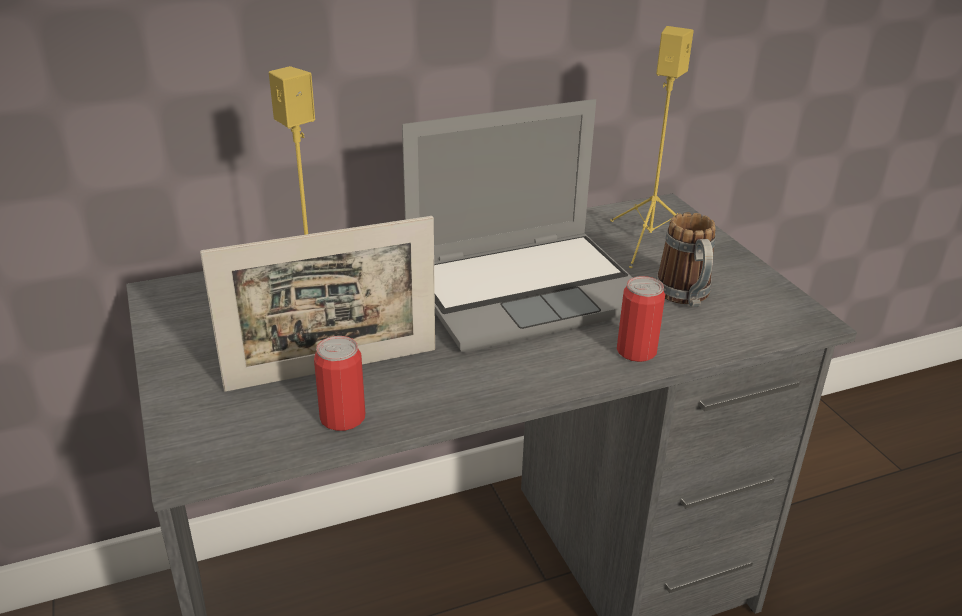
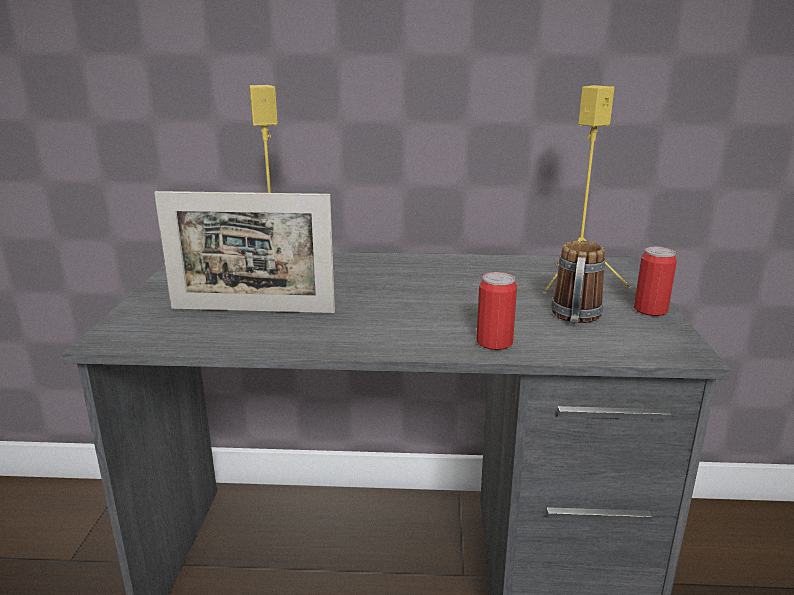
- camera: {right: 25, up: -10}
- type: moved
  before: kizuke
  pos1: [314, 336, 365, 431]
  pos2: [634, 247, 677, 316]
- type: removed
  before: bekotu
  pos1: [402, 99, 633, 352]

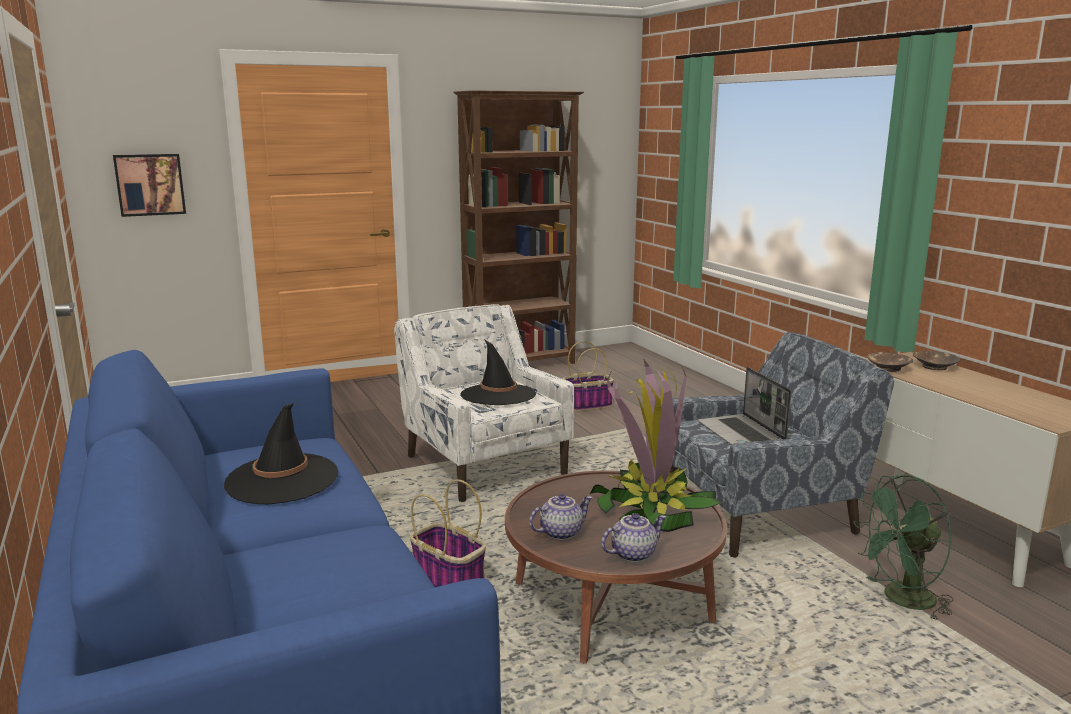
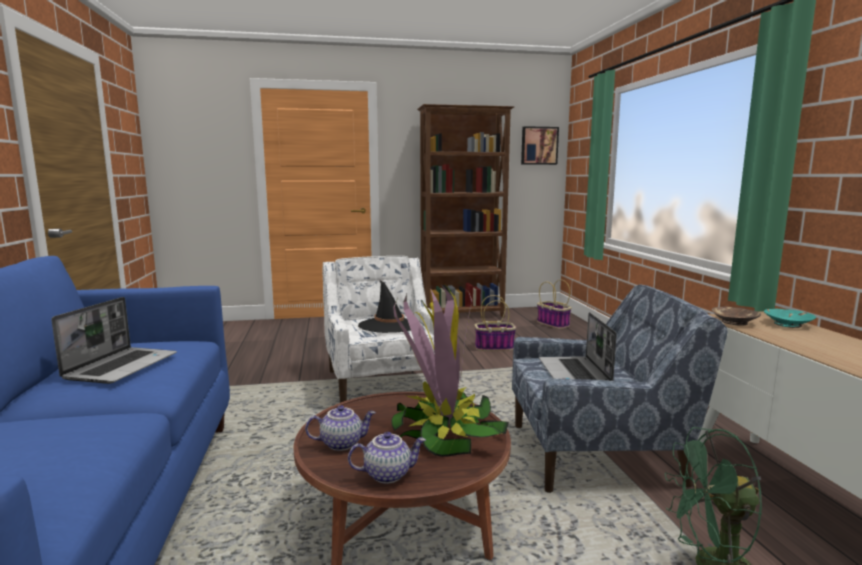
- camera: {right: 15, up: -5}
- type: replaced
  before: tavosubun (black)
  after: bekotu
  pos1: [224, 403, 338, 504]
  pos2: [51, 297, 177, 384]
- type: moved
  before: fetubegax
  pos1: [113, 154, 186, 217]
  pos2: [521, 126, 559, 165]
- type: moved
  before: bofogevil
  pos1: [410, 479, 486, 587]
  pos2: [537, 279, 572, 329]
- type: recoloured
  before: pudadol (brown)
  after: pudadol (turquoise)
  pos1: [913, 351, 960, 370]
  pos2: [764, 309, 816, 328]

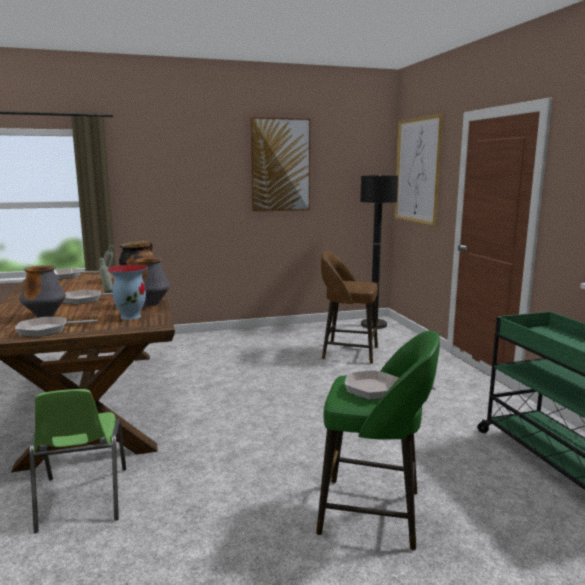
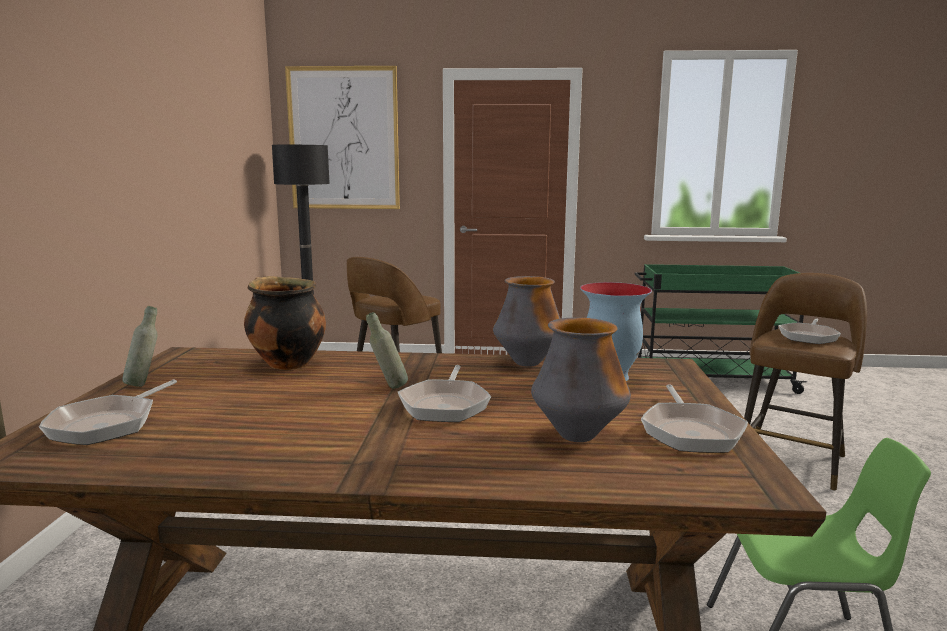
- camera: {right: -70, up: 0}
- type: recoloured
  before: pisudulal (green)
  after: pisudulal (brown)
  pos1: [316, 331, 440, 551]
  pos2: [744, 273, 867, 491]
- type: removed
  before: fetubegax
  pos1: [250, 117, 310, 212]

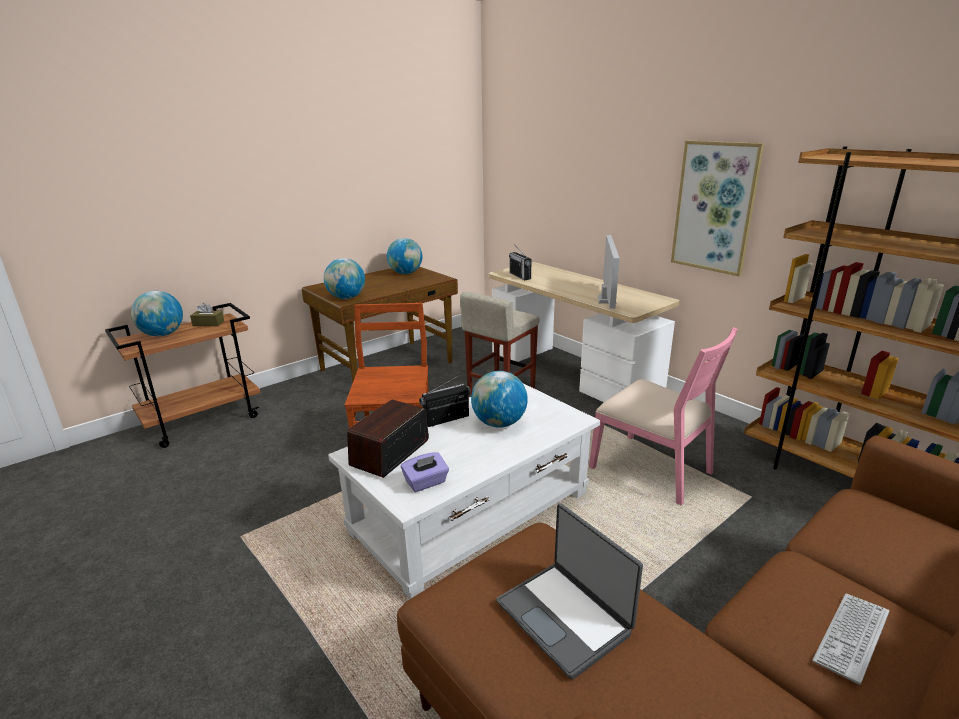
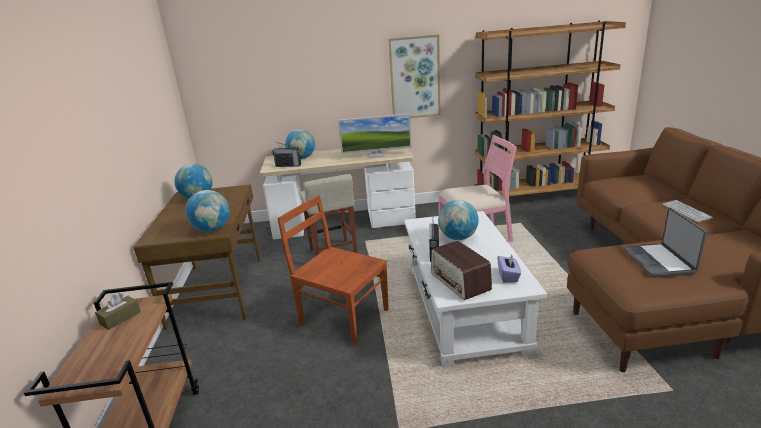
- camera: {right: -55, up: 0}
- type: moved
  before: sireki
  pos1: [131, 291, 183, 336]
  pos2: [285, 129, 315, 159]
- type: turned
  before: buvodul
  pos1: [598, 235, 620, 309]
  pos2: [338, 113, 412, 158]
  turn: 135
- type: turned
  before: bekotu
  pos1: [496, 503, 643, 680]
  pos2: [623, 207, 707, 278]
  turn: 90

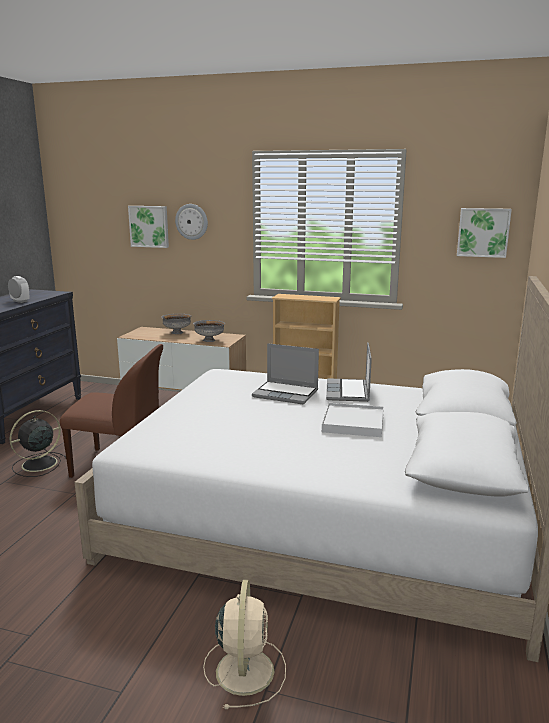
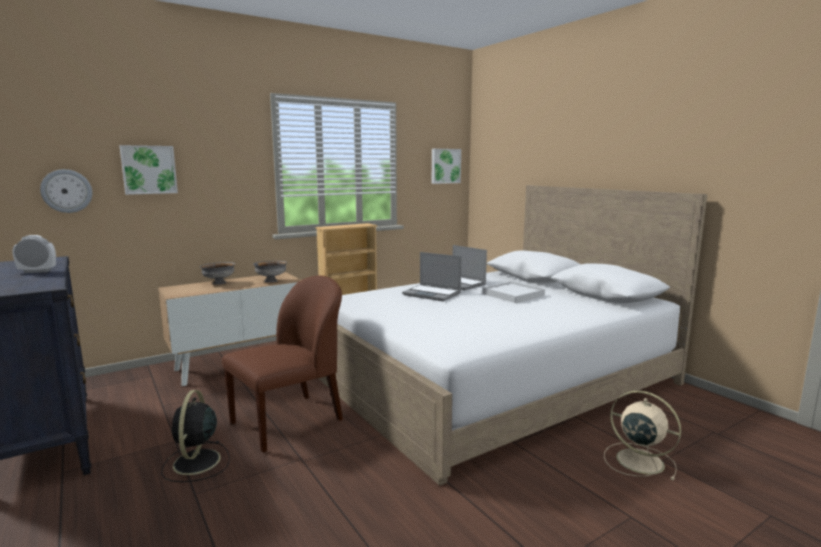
- camera: {right: -50, up: -5}
- type: moved
  before: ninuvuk
  pos1: [175, 204, 208, 240]
  pos2: [40, 169, 92, 213]
- type: turned
  before: bekotu
  pos1: [252, 343, 319, 404]
  pos2: [402, 252, 462, 301]
  turn: 60

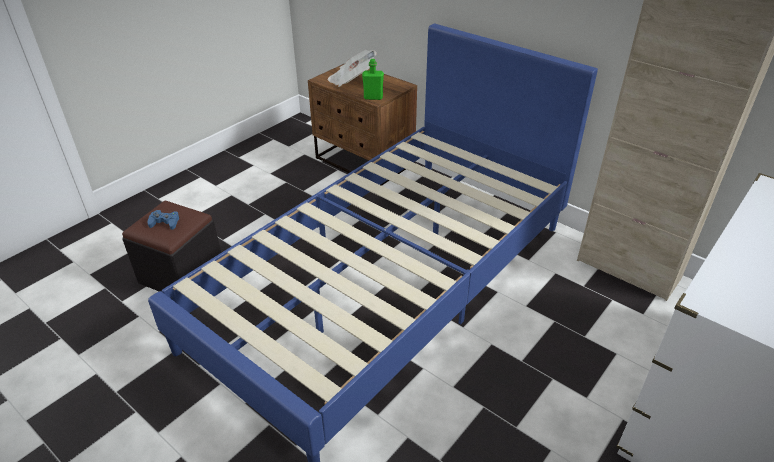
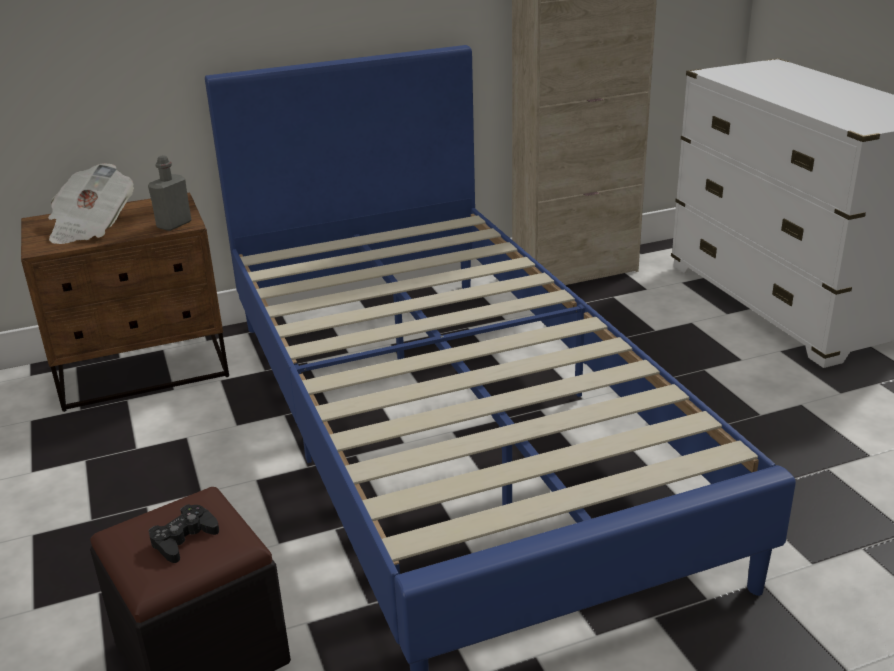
- camera: {right: -60, up: -10}
- type: recoloured
  before: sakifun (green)
  after: sakifun (grey)
  pos1: [362, 59, 384, 100]
  pos2: [148, 155, 192, 231]
- type: recoloured
  before: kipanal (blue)
  after: kipanal (black)
  pos1: [147, 210, 179, 230]
  pos2: [149, 504, 219, 563]

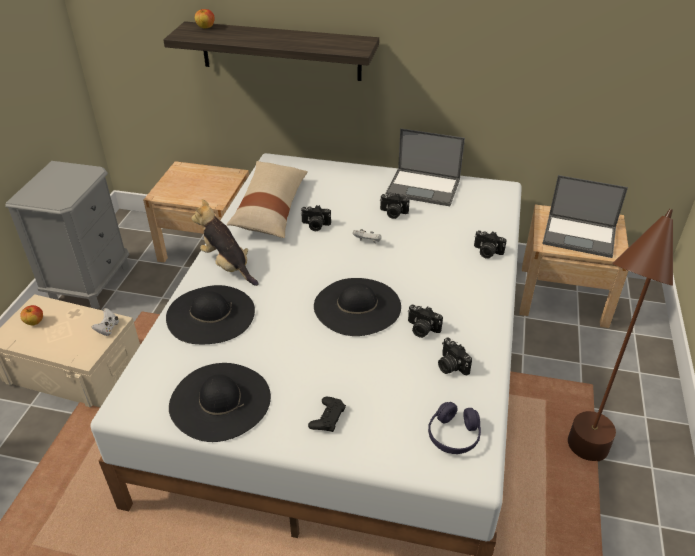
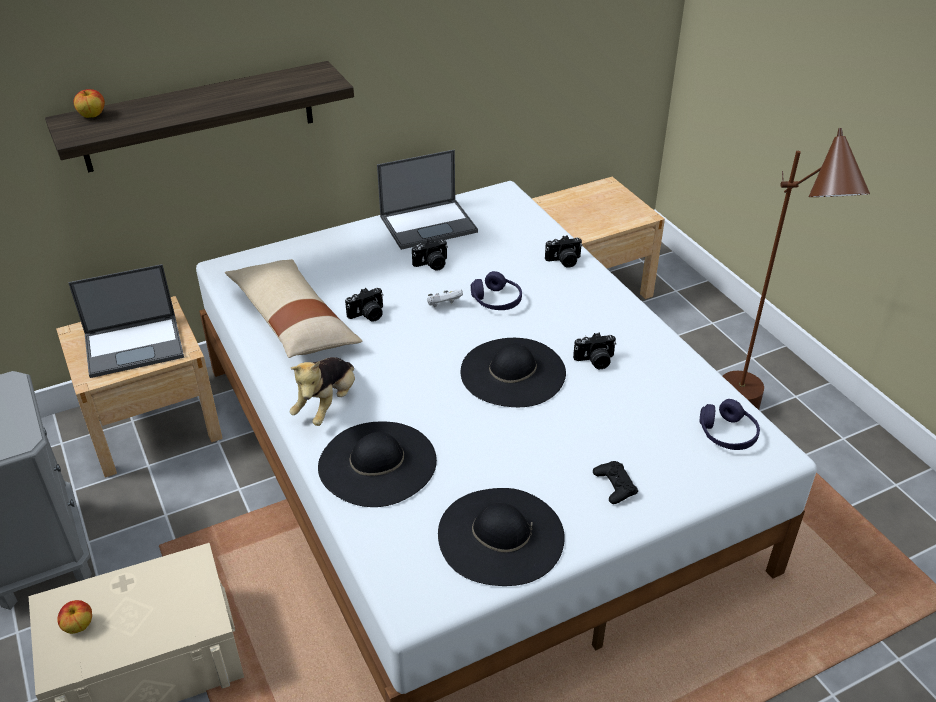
- camera: {right: -40, up: 0}
- type: moved
  before: bekotu
  pos1: [542, 175, 628, 258]
  pos2: [68, 264, 184, 378]
- type: turned
  before: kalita
  pos1: [191, 199, 259, 286]
  pos2: [290, 357, 355, 426]
  turn: -75
- type: added
  after: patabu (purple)
  pos2: [471, 271, 522, 310]
- type: removed
  before: kipanal (white)
  pos1: [91, 308, 119, 336]
- type: removed
  before: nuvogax
  pos1: [438, 338, 472, 376]

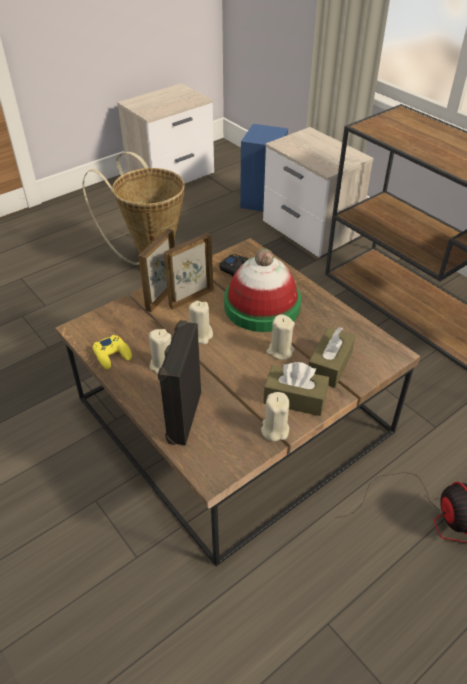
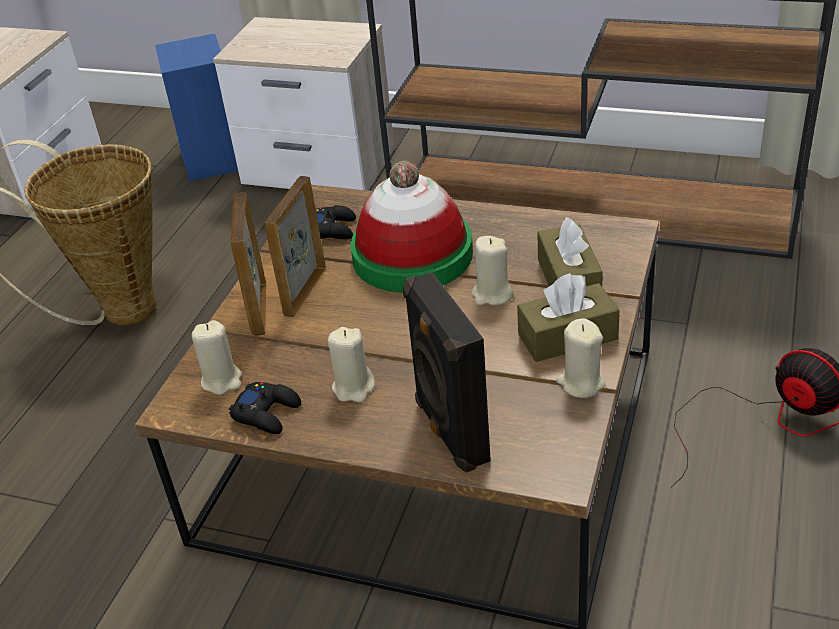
- camera: {right: -30, up: -5}
- type: moved
  before: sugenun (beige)
  pos1: [189, 301, 213, 344]
  pos2: [192, 320, 242, 395]
- type: recoloured
  before: kipanal (yellow)
  after: kipanal (black)
  pos1: [93, 335, 132, 369]
  pos2: [229, 382, 301, 434]

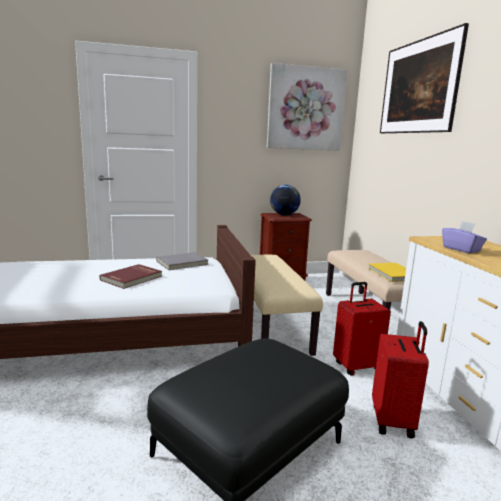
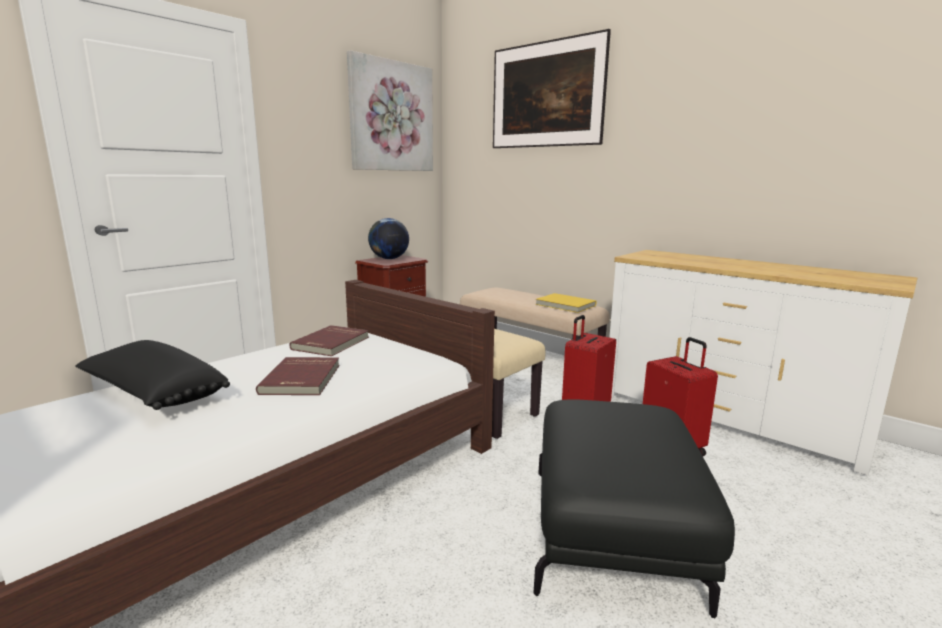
- camera: {right: -35, up: 0}
- type: added
  after: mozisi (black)
  pos2: [75, 340, 230, 410]
- type: recoloured
  before: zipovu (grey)
  after: zipovu (red)
  pos1: [156, 252, 208, 270]
  pos2: [290, 325, 369, 356]
- type: removed
  before: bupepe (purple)
  pos1: [442, 221, 487, 253]

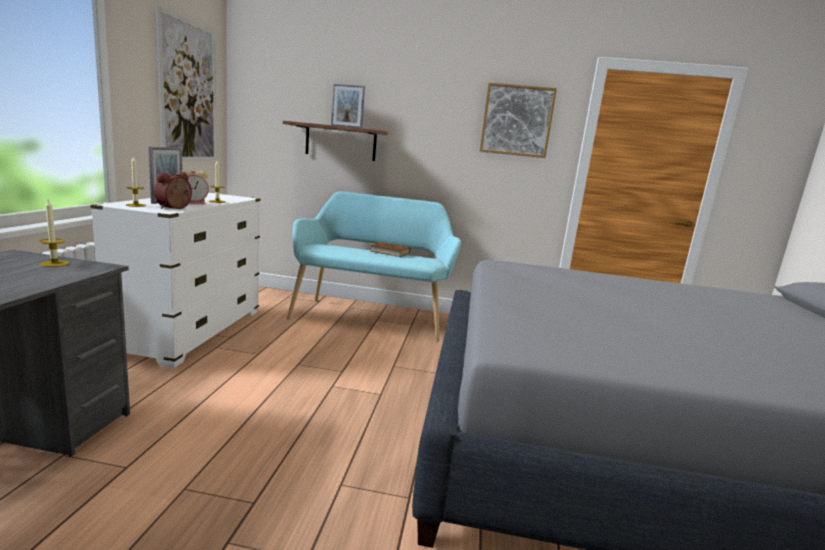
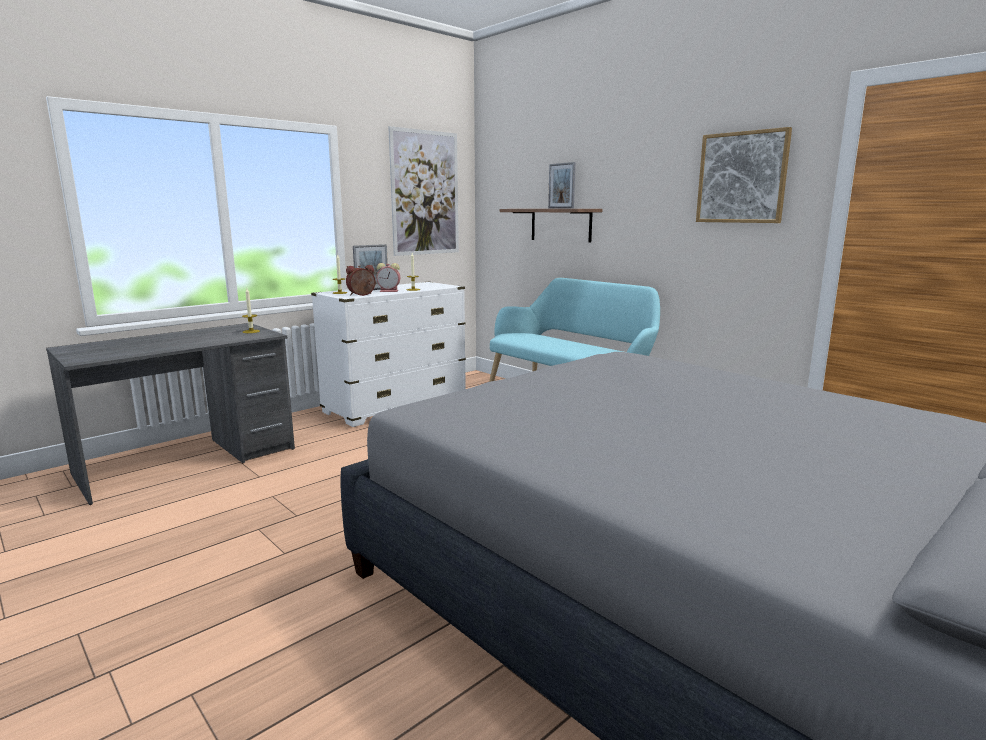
- camera: {right: 40, up: 0}
- type: removed
  before: zipovu (brown)
  pos1: [371, 242, 410, 257]

